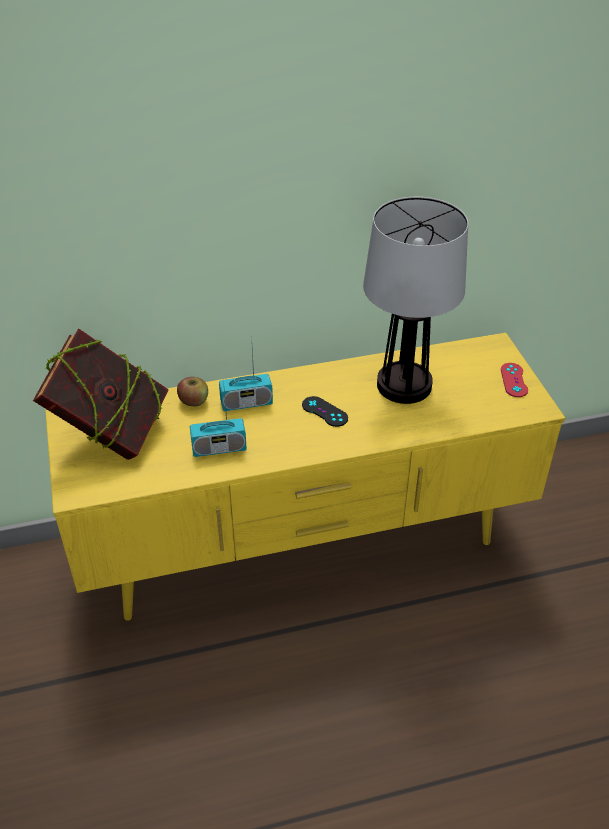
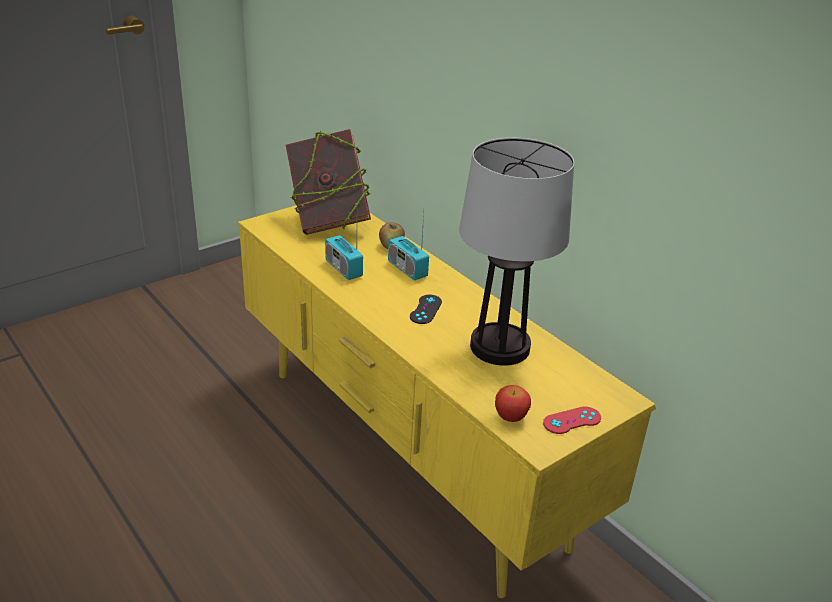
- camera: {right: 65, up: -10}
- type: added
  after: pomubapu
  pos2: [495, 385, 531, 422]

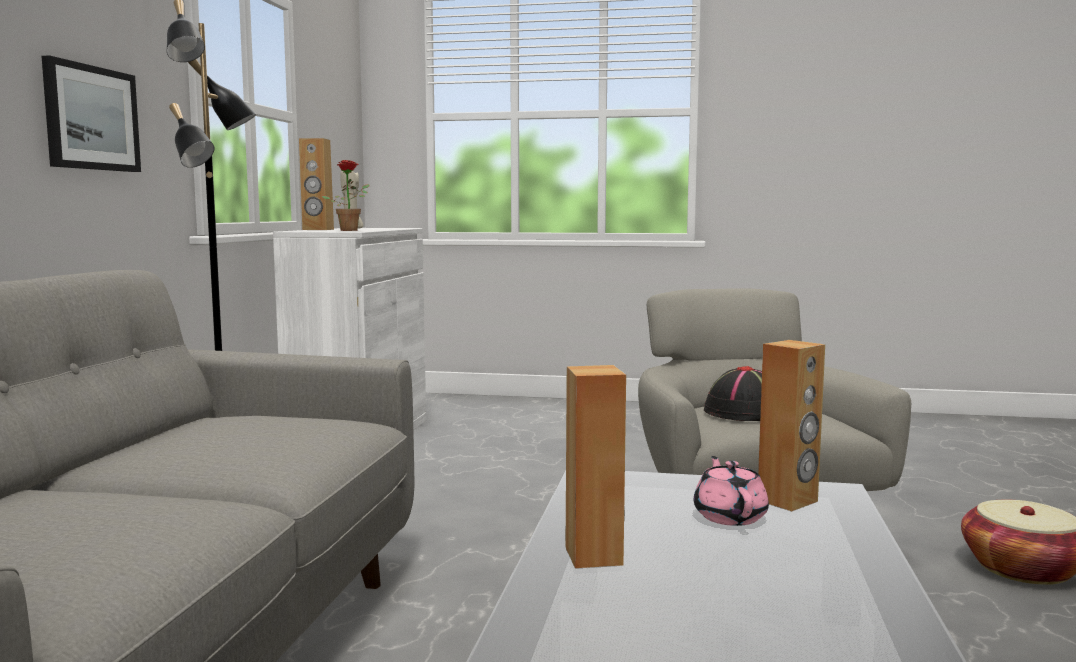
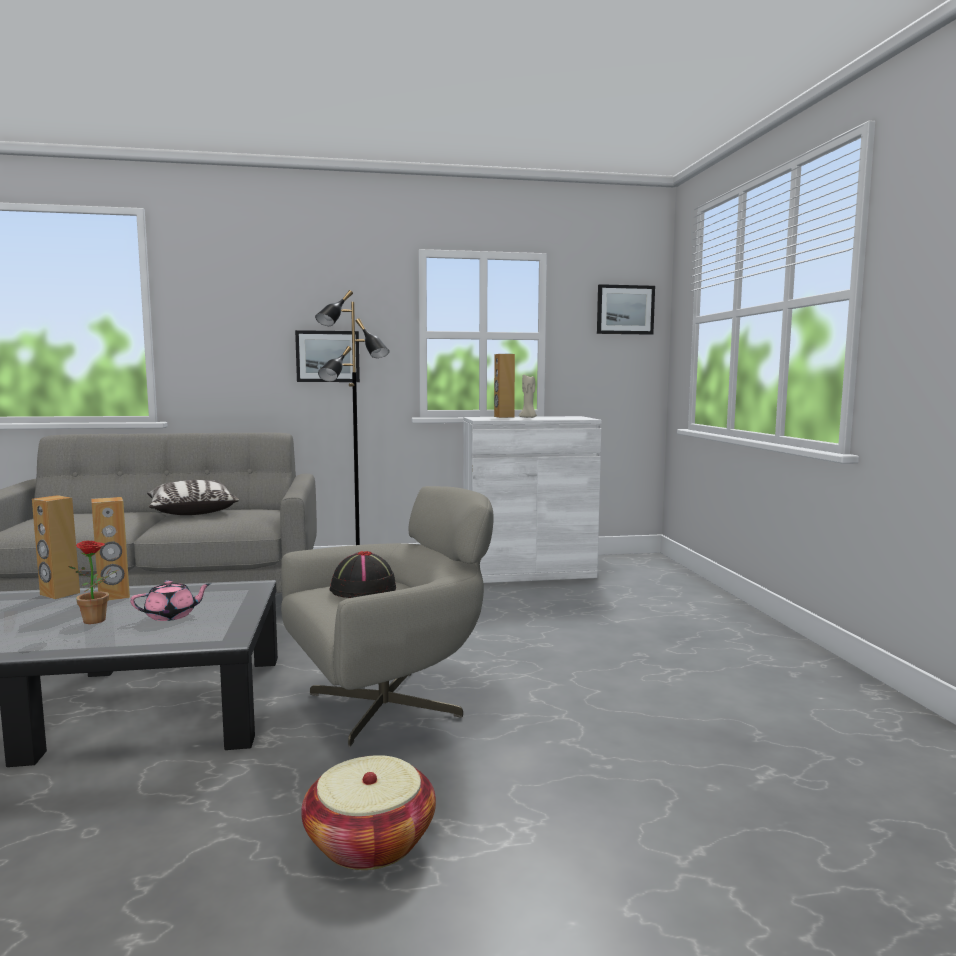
- camera: {right: 70, up: 0}
- type: moved
  before: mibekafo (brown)
  pos1: [758, 340, 825, 511]
  pos2: [32, 495, 80, 599]
- type: moved
  before: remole
  pos1: [322, 160, 370, 231]
  pos2: [69, 540, 118, 624]
- type: added
  after: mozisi
  pos2: [147, 480, 239, 515]
- type: added
  after: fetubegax
  pos2: [597, 284, 655, 335]

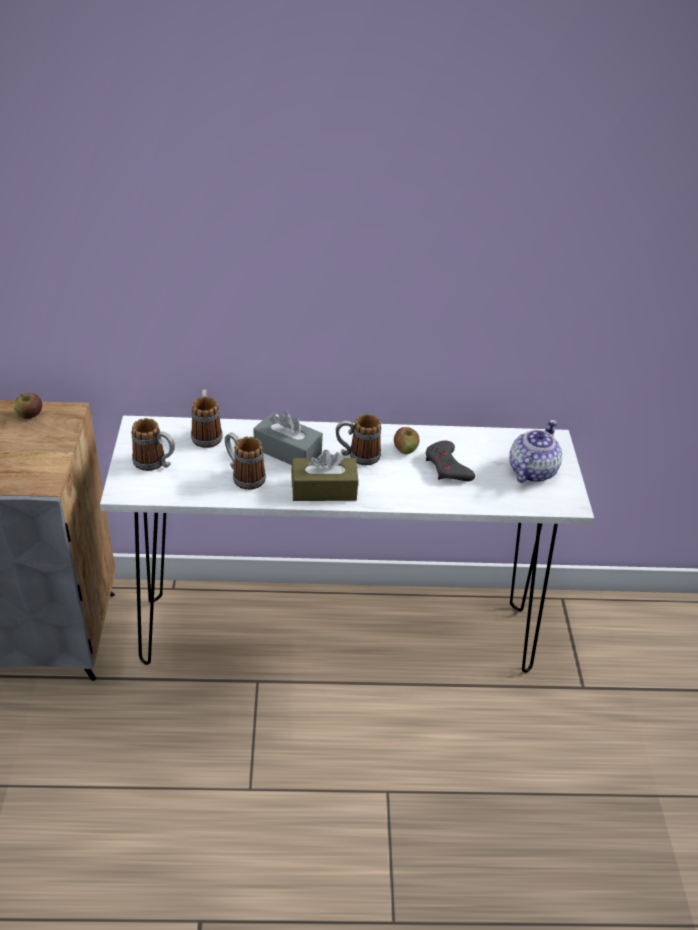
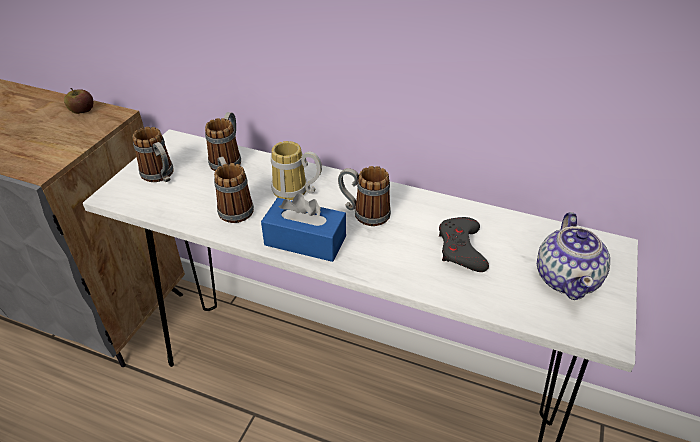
- camera: {right: 25, up: 0}
- type: recoloured
  before: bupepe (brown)
  after: bupepe (blue)
  pos1: [291, 450, 358, 501]
  pos2: [261, 193, 346, 262]
- type: replaced
  before: bupepe (grey)
  after: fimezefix
  pos1: [254, 411, 323, 465]
  pos2: [271, 141, 322, 200]
- type: turned
  before: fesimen
  pos1: [509, 420, 562, 483]
  pos2: [537, 212, 610, 300]
  turn: 135
- type: removed
  before: pomubapu
  pos1: [394, 427, 419, 454]

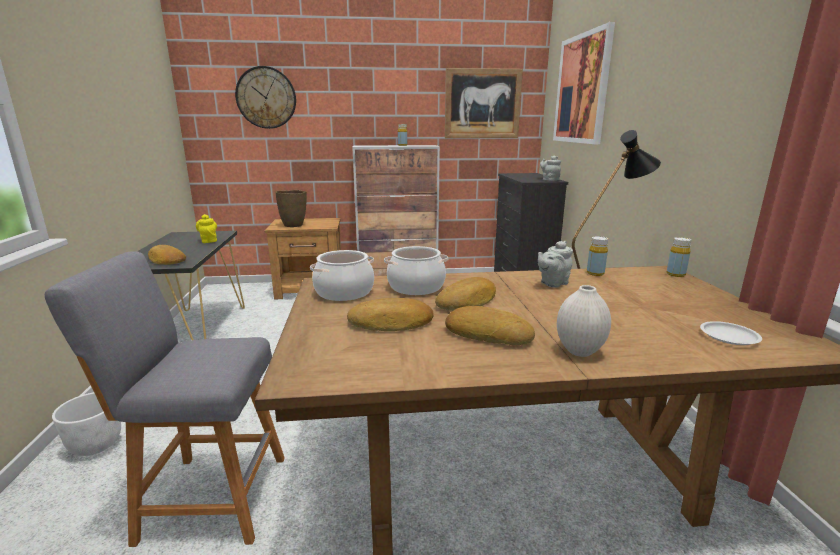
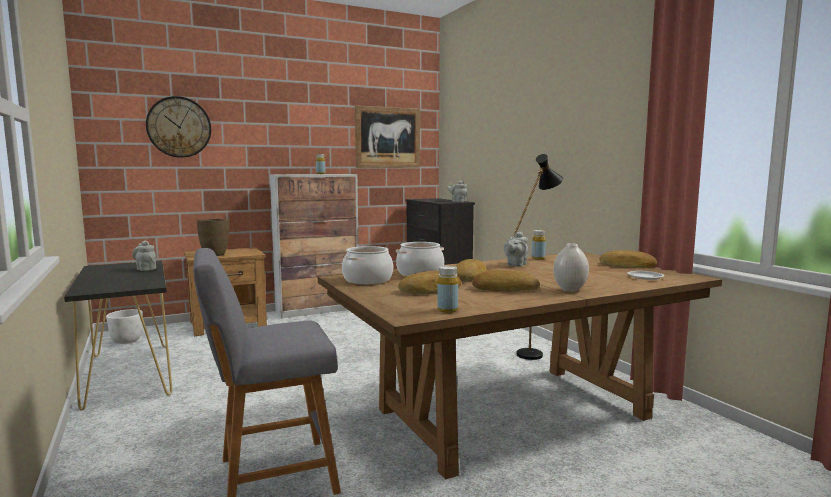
- camera: {right: -20, up: -10}
- type: moved
  before: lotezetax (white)
  pos1: [52, 392, 121, 456]
  pos2: [106, 309, 143, 344]
- type: recoloured
  before: fesimen (yellow)
  after: fesimen (grey)
  pos1: [196, 214, 217, 243]
  pos2: [132, 241, 156, 271]
- type: moved
  before: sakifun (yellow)
  pos1: [667, 237, 691, 277]
  pos2: [437, 266, 458, 313]
- type: moved
  before: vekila
  pos1: [148, 245, 186, 265]
  pos2: [599, 250, 657, 268]
- type: removed
  before: fetubegax
  pos1: [553, 22, 615, 144]

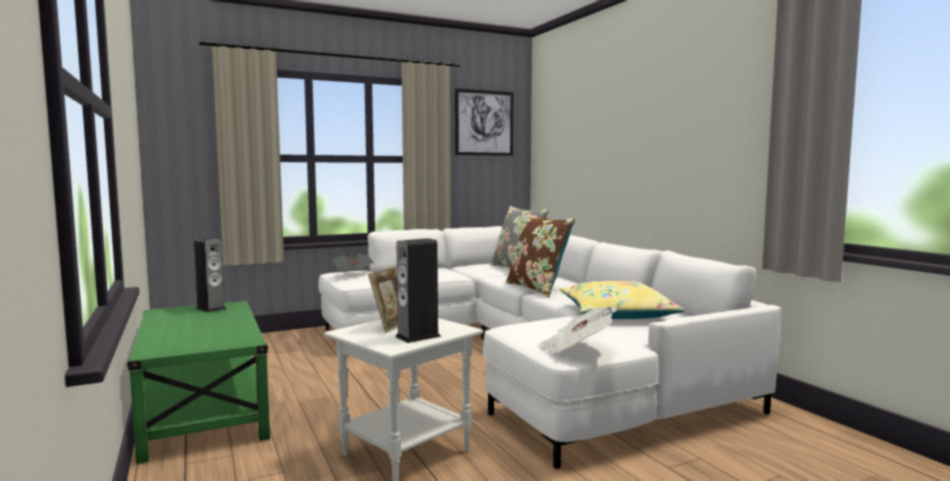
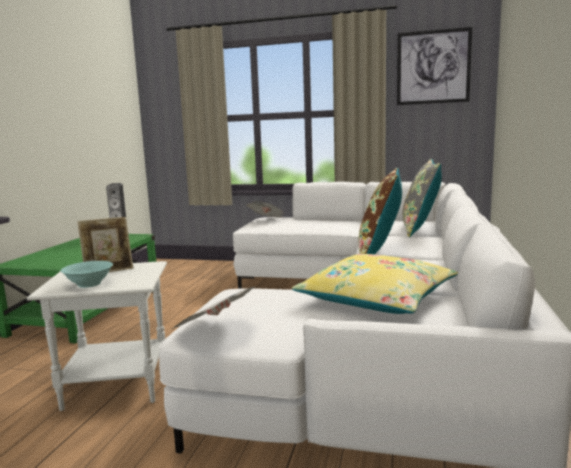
- camera: {right: 40, up: 5}
- type: replaced
  before: mibekafo
  after: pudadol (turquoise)
  pos1: [395, 238, 441, 343]
  pos2: [61, 261, 113, 288]

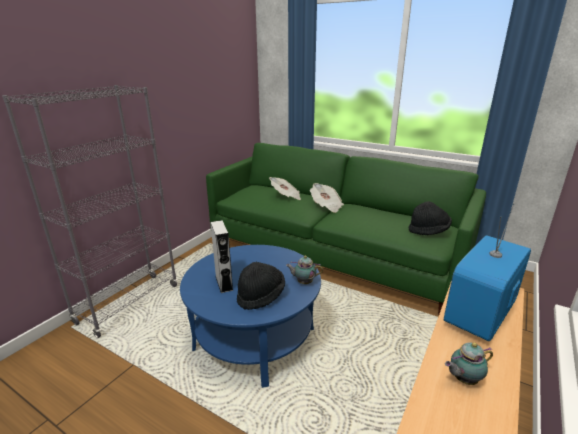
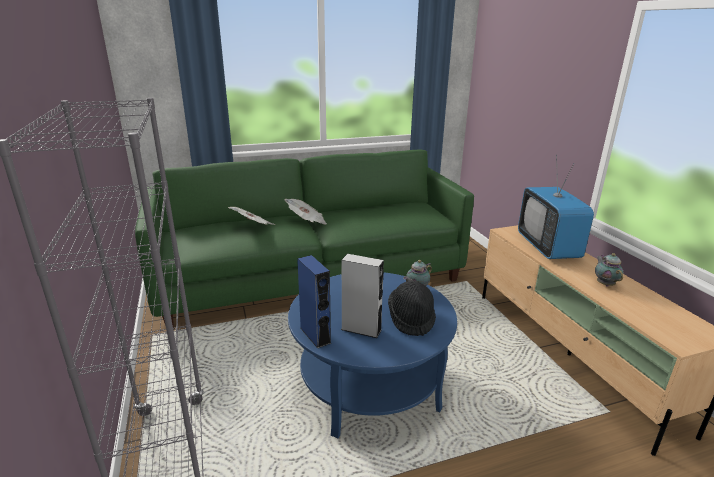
- camera: {right: -50, up: 0}
- type: added
  after: mibekafo (blue)
  pos2: [297, 255, 331, 348]
- type: turned
  before: fesimen
  pos1: [445, 342, 493, 385]
  pos2: [595, 253, 624, 287]
  turn: 150
- type: removed
  before: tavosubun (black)
  pos1: [408, 201, 452, 235]

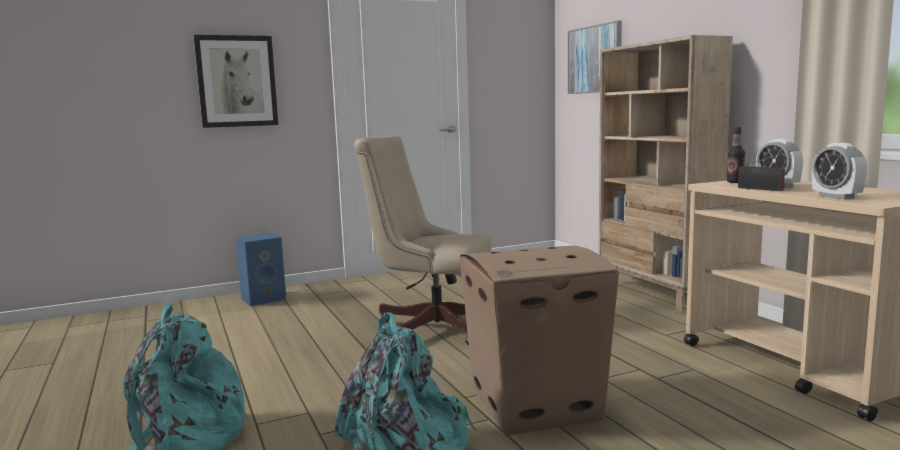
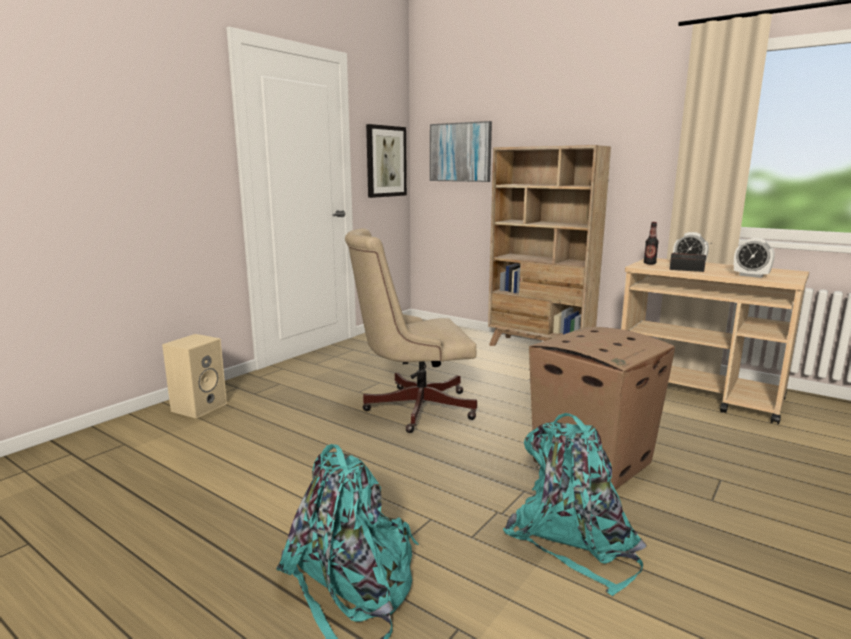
- camera: {right: -30, up: 5}
- type: recoloured
  before: mibekafo (blue)
  after: mibekafo (beige)
  pos1: [236, 233, 286, 307]
  pos2: [162, 334, 227, 419]
- type: moved
  before: fetubegax
  pos1: [194, 35, 278, 128]
  pos2: [366, 124, 407, 198]

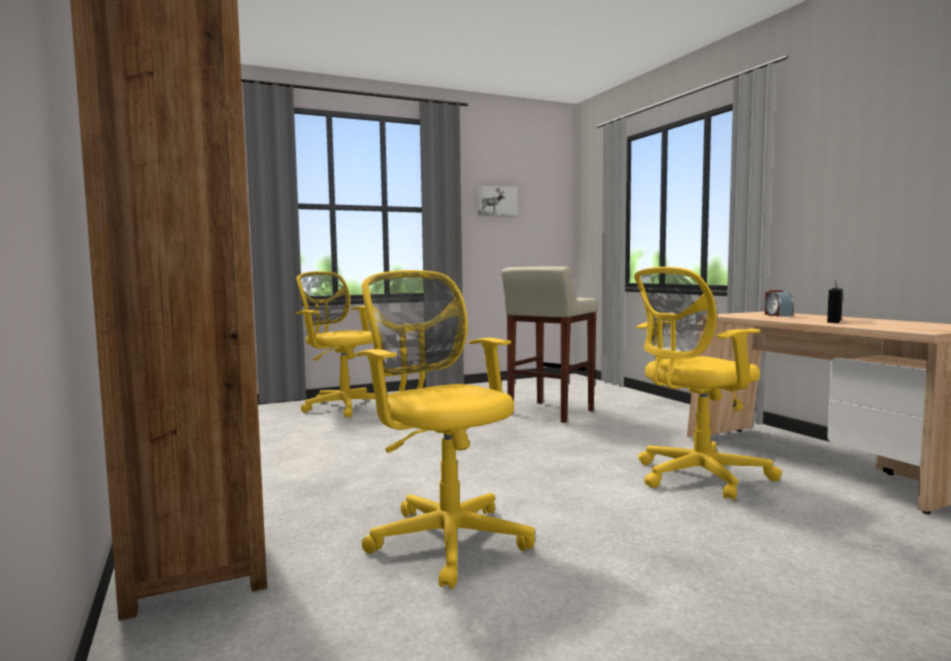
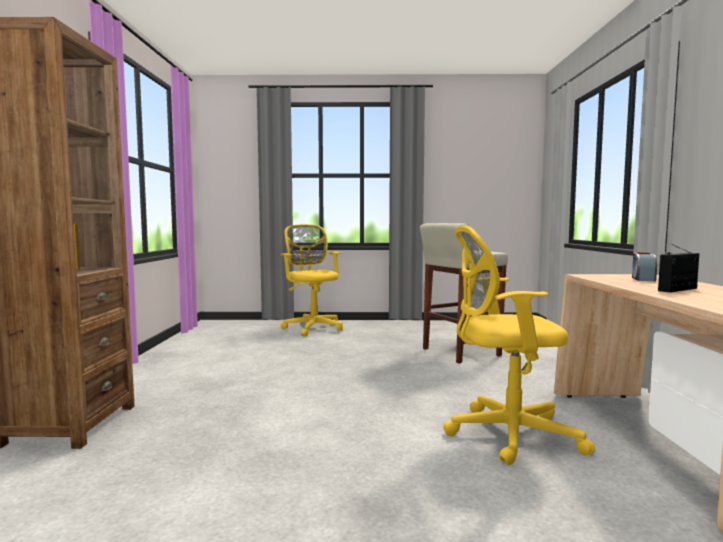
- camera: {right: 25, up: 0}
- type: removed
  before: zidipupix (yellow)
  pos1: [355, 270, 535, 589]
- type: removed
  before: fetubegax
  pos1: [477, 185, 518, 217]

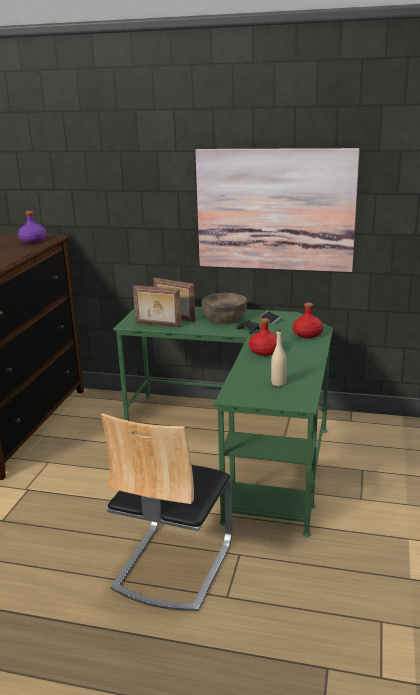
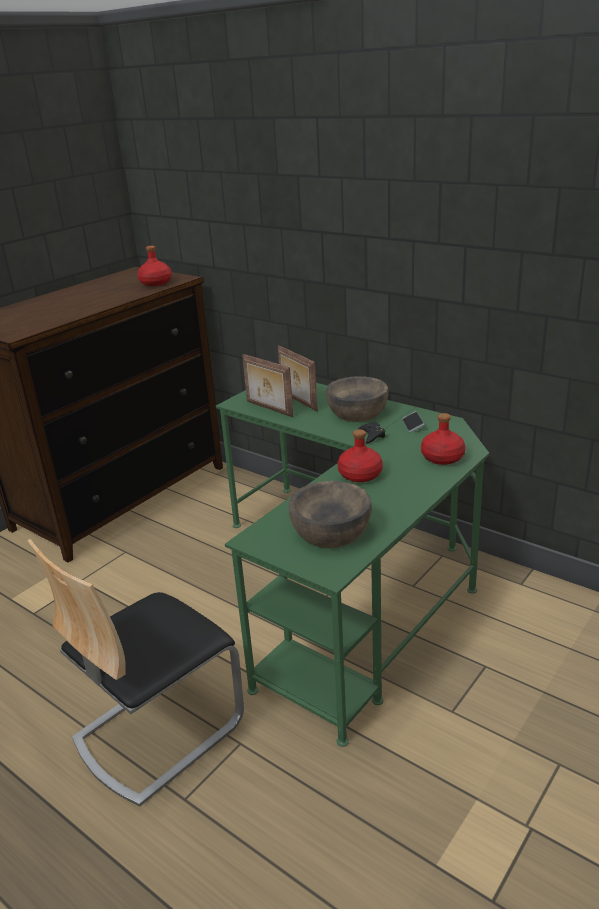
- camera: {right: 25, up: 5}
- type: recoloured
  before: sakifun (purple)
  after: sakifun (red)
  pos1: [18, 211, 47, 243]
  pos2: [137, 246, 172, 286]
- type: replaced
  before: sakifun (beige)
  after: pudadol (brown)
  pos1: [271, 329, 287, 386]
  pos2: [289, 481, 372, 548]
- type: removed
  before: fetubegax
  pos1: [195, 148, 360, 272]

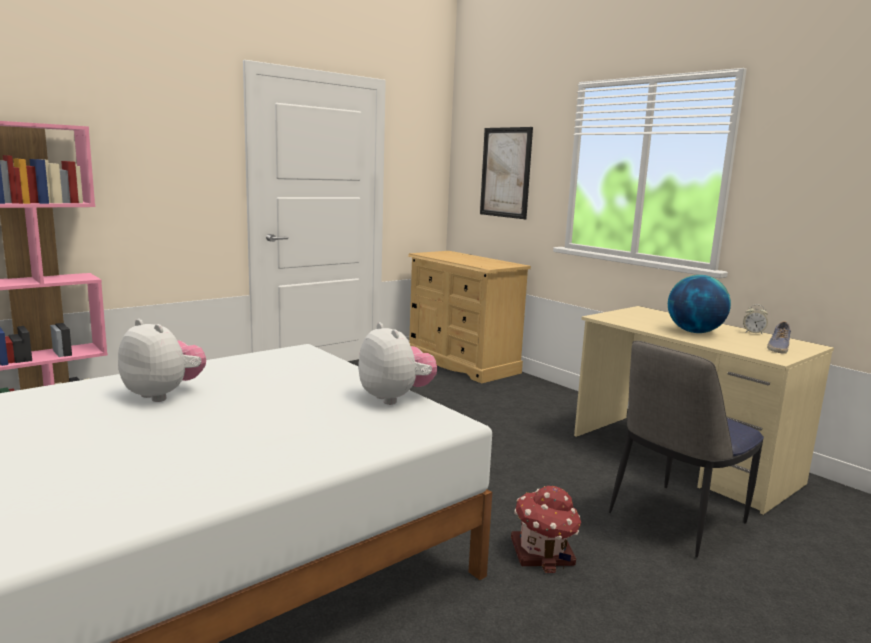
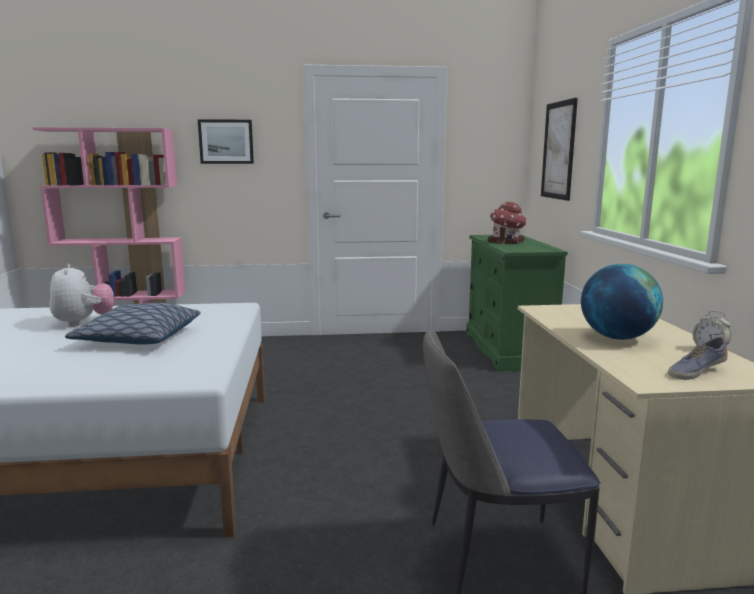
- camera: {right: 35, up: 0}
- type: added
  after: mozisi
  pos2: [65, 303, 201, 344]
- type: added
  after: fetubegax
  pos2: [198, 119, 254, 164]
- type: recoloured
  before: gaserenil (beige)
  after: gaserenil (green)
  pos1: [408, 251, 531, 384]
  pos2: [466, 234, 568, 371]
- type: moved
  before: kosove
  pos1: [511, 486, 581, 573]
  pos2: [488, 201, 527, 244]
- type: removed
  before: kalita
  pos1: [358, 322, 437, 405]

